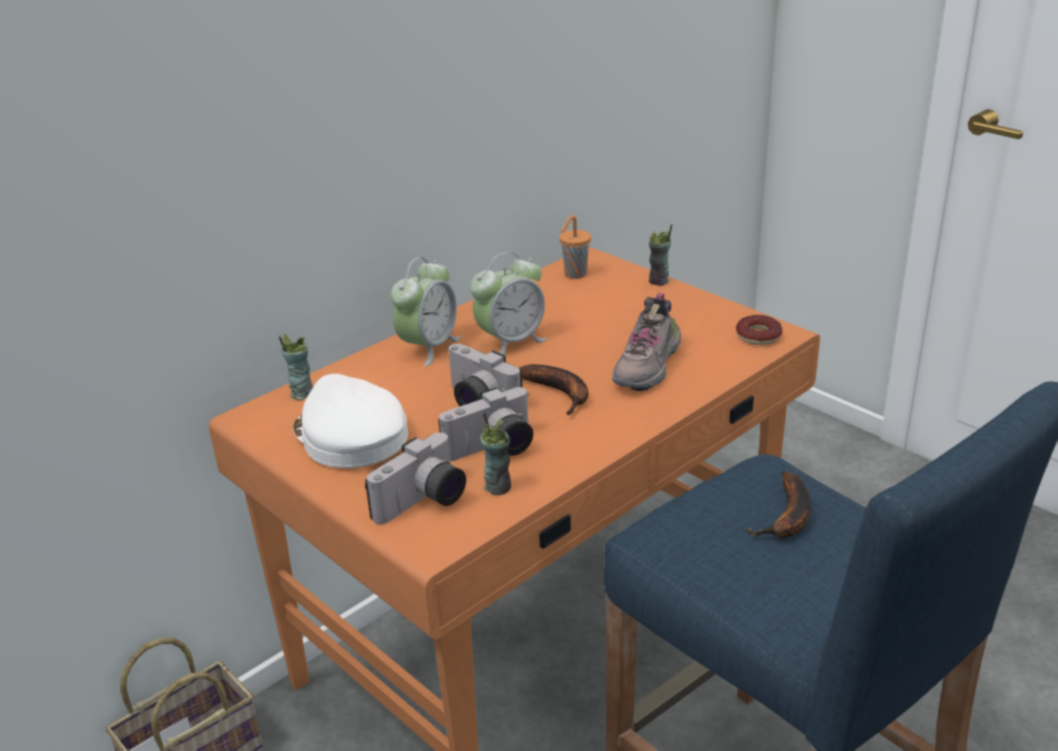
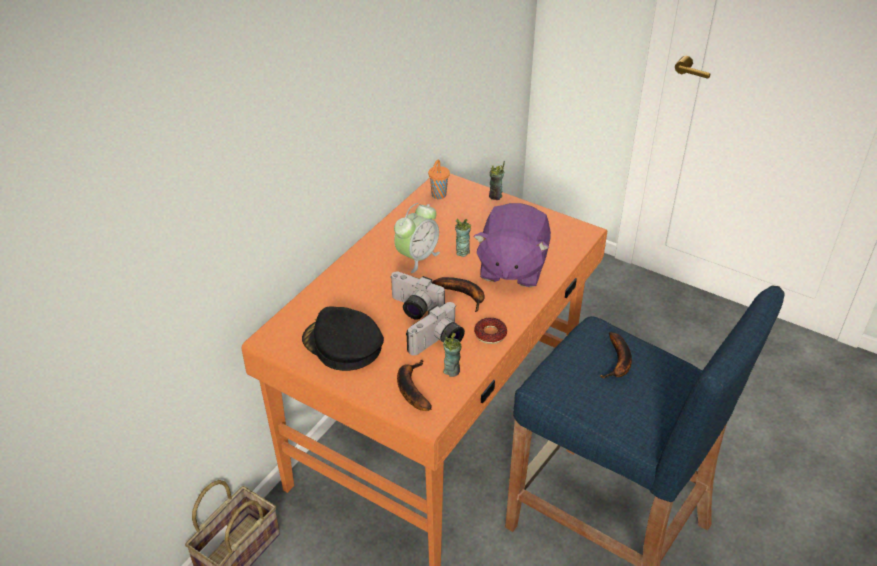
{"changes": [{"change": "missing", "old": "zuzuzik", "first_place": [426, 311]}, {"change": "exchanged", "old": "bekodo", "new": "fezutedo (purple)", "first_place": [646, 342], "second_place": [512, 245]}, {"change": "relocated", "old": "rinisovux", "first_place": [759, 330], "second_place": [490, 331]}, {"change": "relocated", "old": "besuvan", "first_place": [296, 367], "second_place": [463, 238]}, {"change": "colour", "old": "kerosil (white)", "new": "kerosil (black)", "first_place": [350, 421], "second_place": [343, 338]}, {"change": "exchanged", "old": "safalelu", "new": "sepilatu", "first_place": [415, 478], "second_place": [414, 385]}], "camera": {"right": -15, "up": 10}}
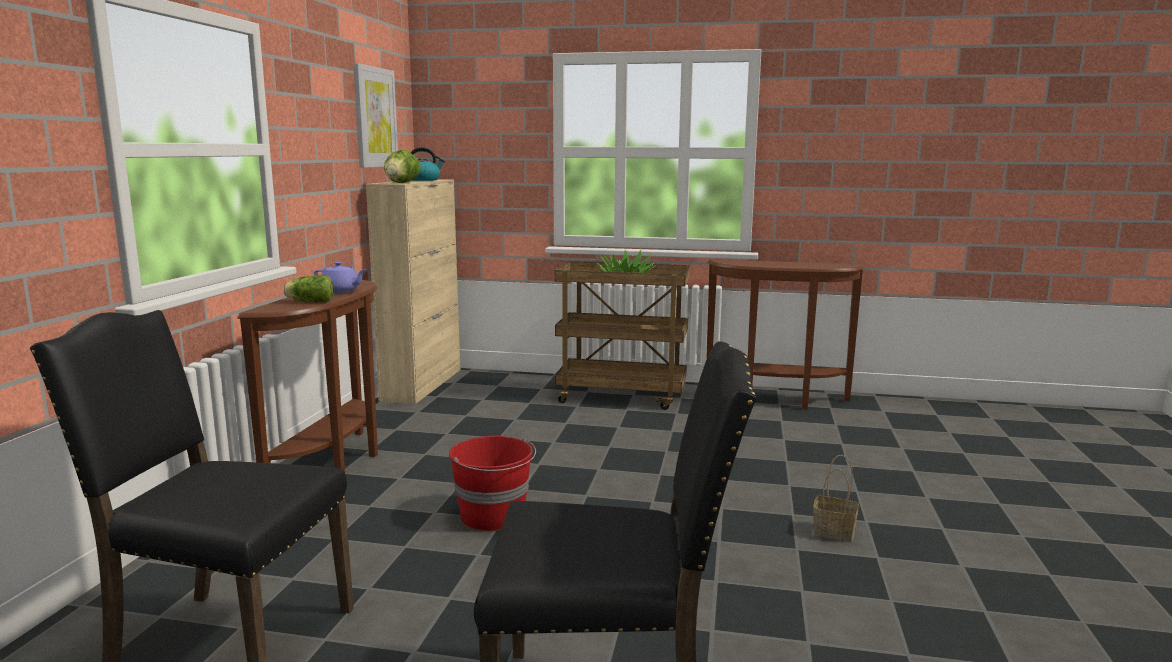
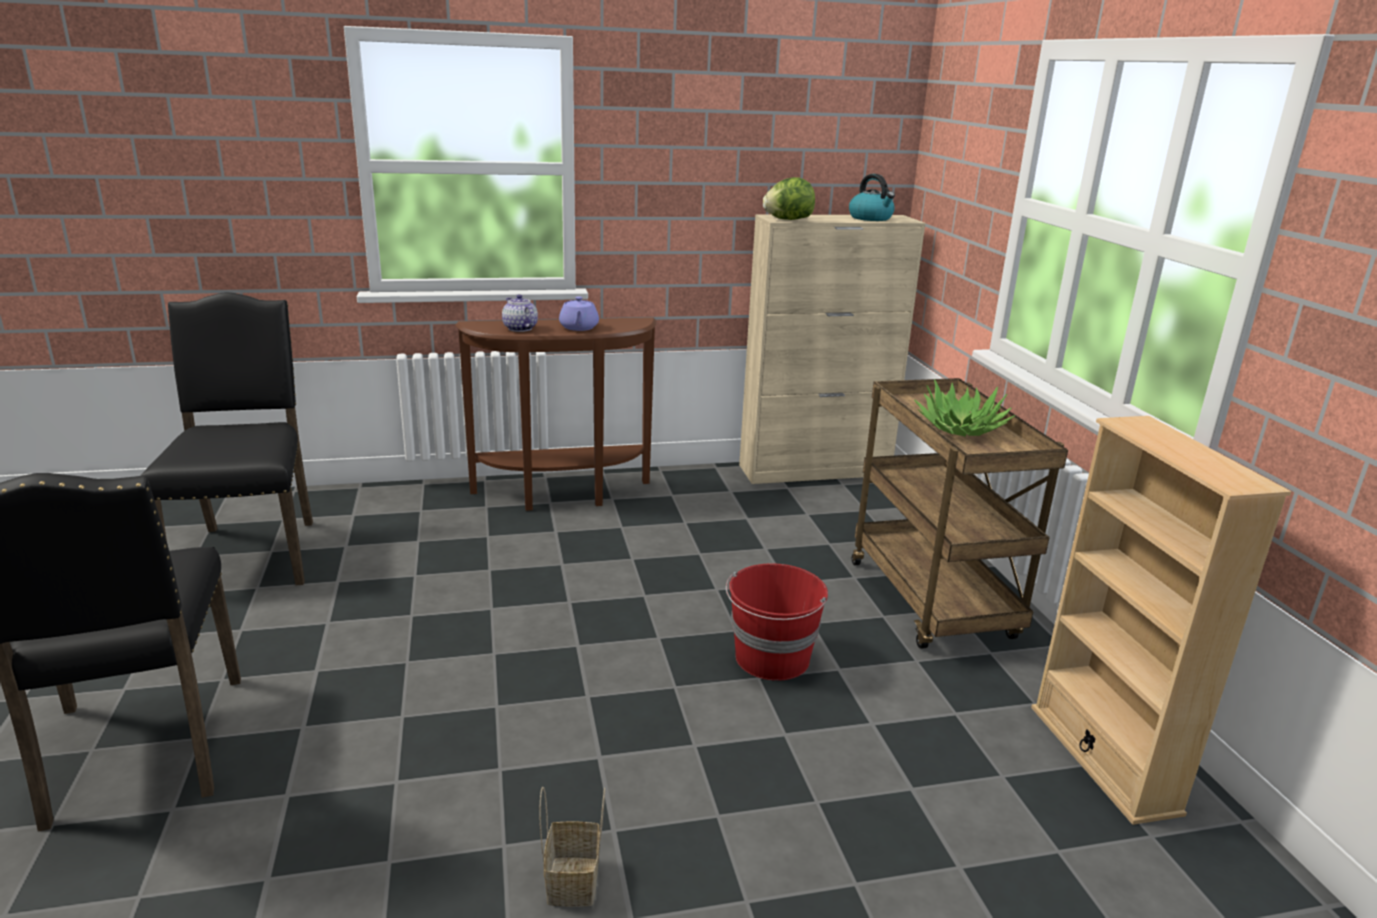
{"changes": [{"change": "missing", "old": "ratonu", "first_place": [375, 115]}, {"change": "exchanged", "old": "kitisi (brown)", "new": "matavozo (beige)", "first_place": [785, 334], "second_place": [1161, 620]}, {"change": "exchanged", "old": "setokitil", "new": "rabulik", "first_place": [308, 288], "second_place": [520, 313]}, {"change": "relocated", "old": "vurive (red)", "first_place": [492, 483], "second_place": [777, 622]}], "camera": {"right": 65, "up": 10}}
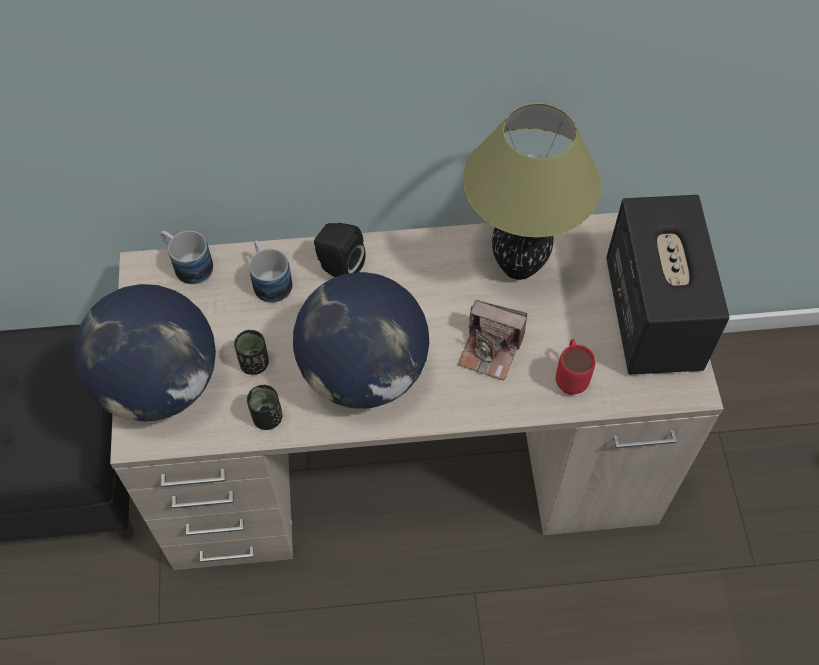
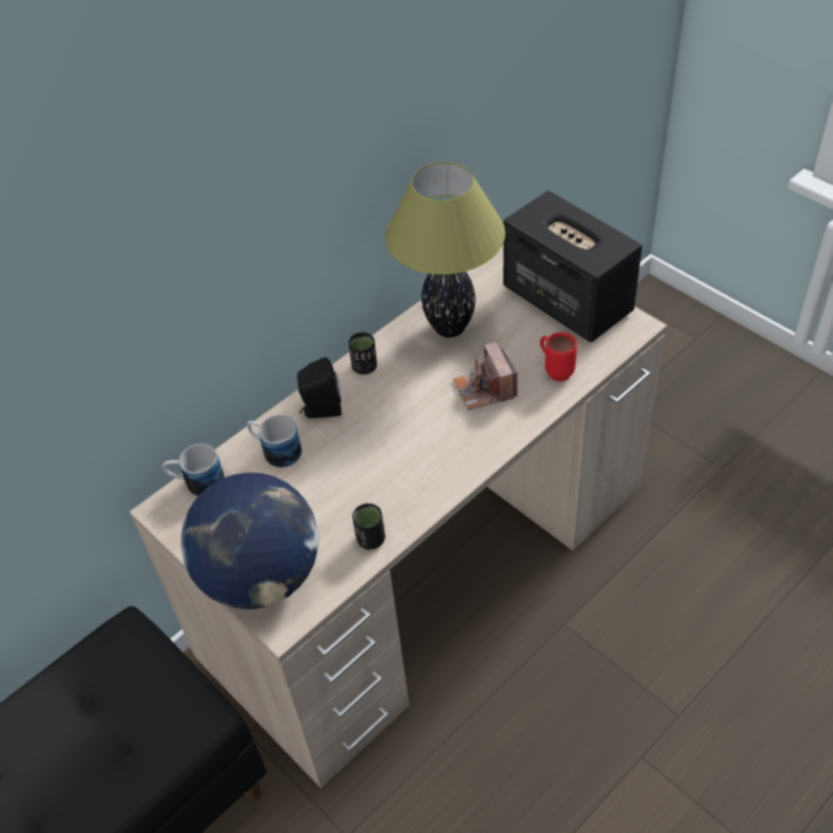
{"changes": [{"change": "missing", "old": "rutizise", "first_place": [361, 340]}, {"change": "spun", "old": "safalelu", "first_place": [492, 340], "second_place": [485, 375], "degrees": 90}, {"change": "relocated", "old": "besuvan (black)", "first_place": [251, 352], "second_place": [363, 353]}], "camera": {"right": -35, "up": -10}}
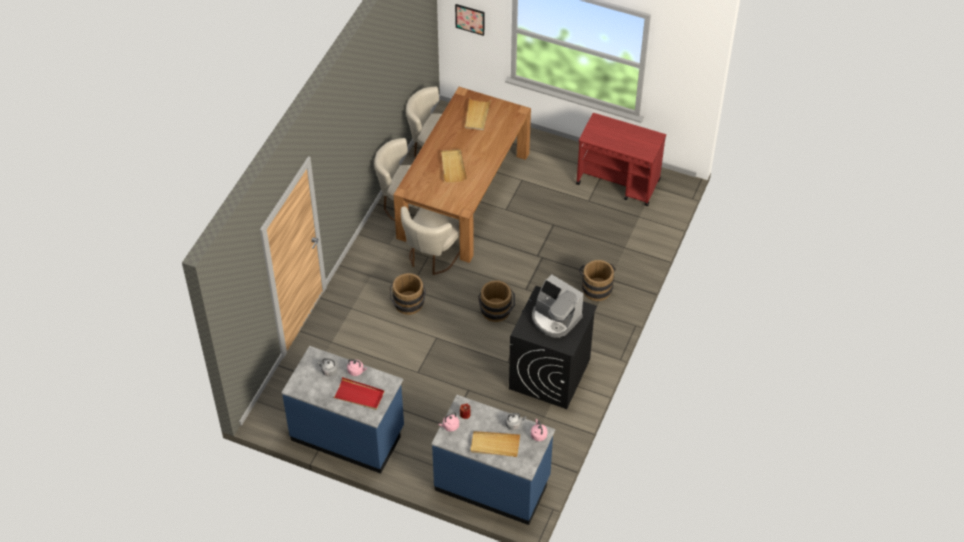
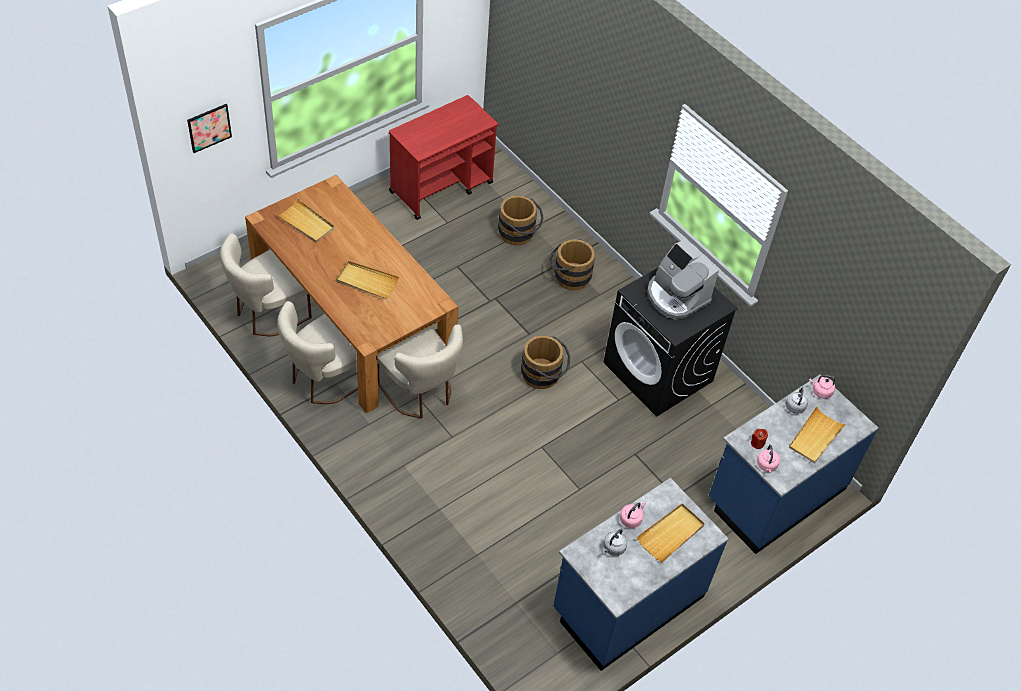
{"changes": [{"change": "relocated", "old": "vurive (brown)", "first_place": [407, 294], "second_place": [521, 220]}, {"change": "spun", "old": "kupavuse", "first_place": [557, 306], "second_place": [683, 279], "degrees": 75}, {"change": "colour", "old": "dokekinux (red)", "new": "dokekinux (beige)", "first_place": [359, 393], "second_place": [671, 533]}], "camera": {"right": -65, "up": 0}}
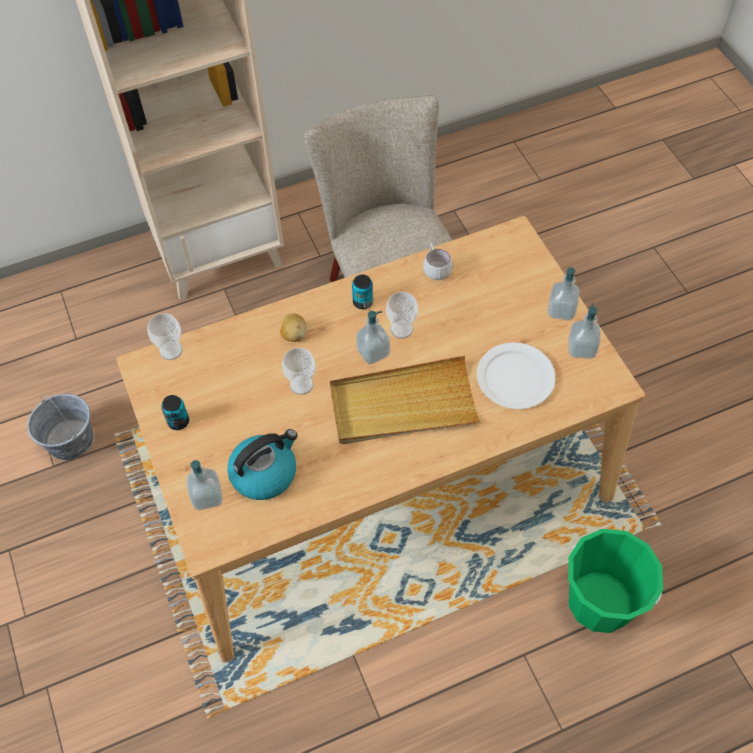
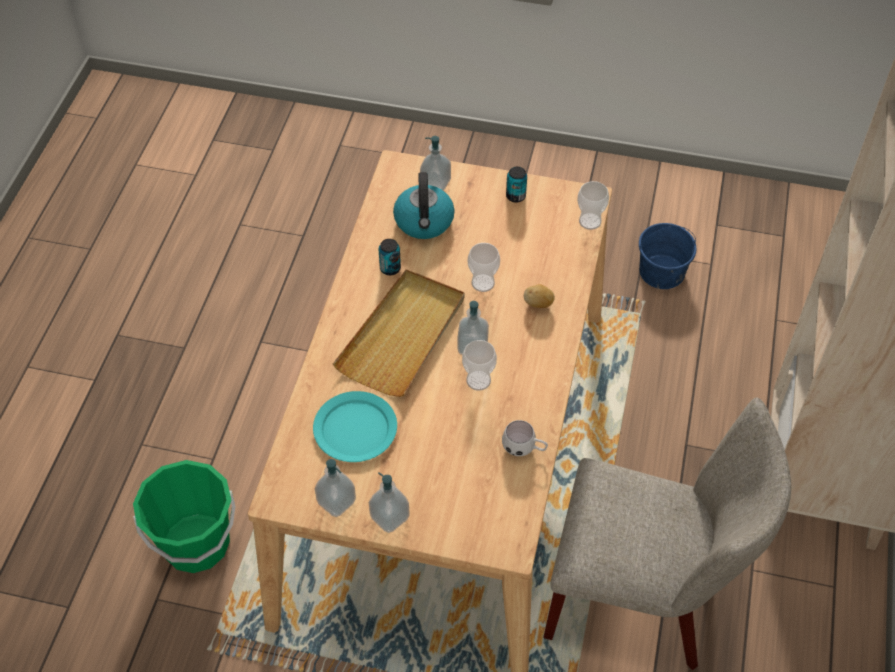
{"changes": [{"change": "relocated", "old": "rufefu", "first_place": [362, 291], "second_place": [390, 257]}, {"change": "colour", "old": "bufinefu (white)", "new": "bufinefu (turquoise)", "first_place": [516, 376], "second_place": [355, 426]}, {"change": "colour", "old": "vurive (grey)", "new": "vurive (blue)", "first_place": [60, 427], "second_place": [667, 256]}], "camera": {"right": 125, "up": -5}}
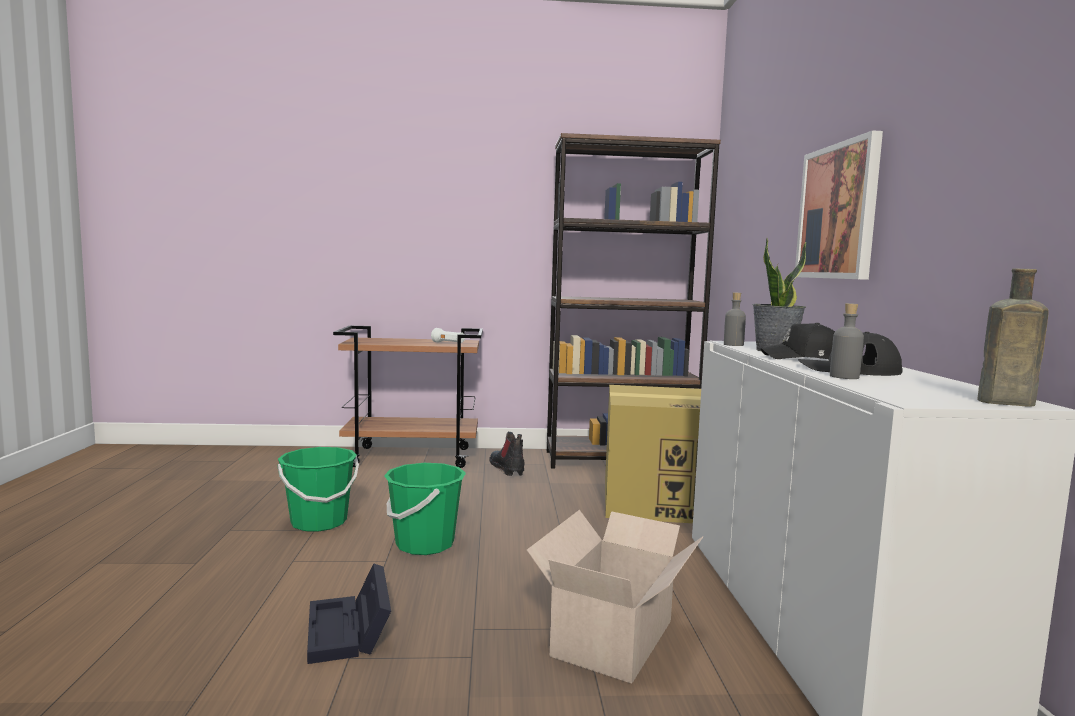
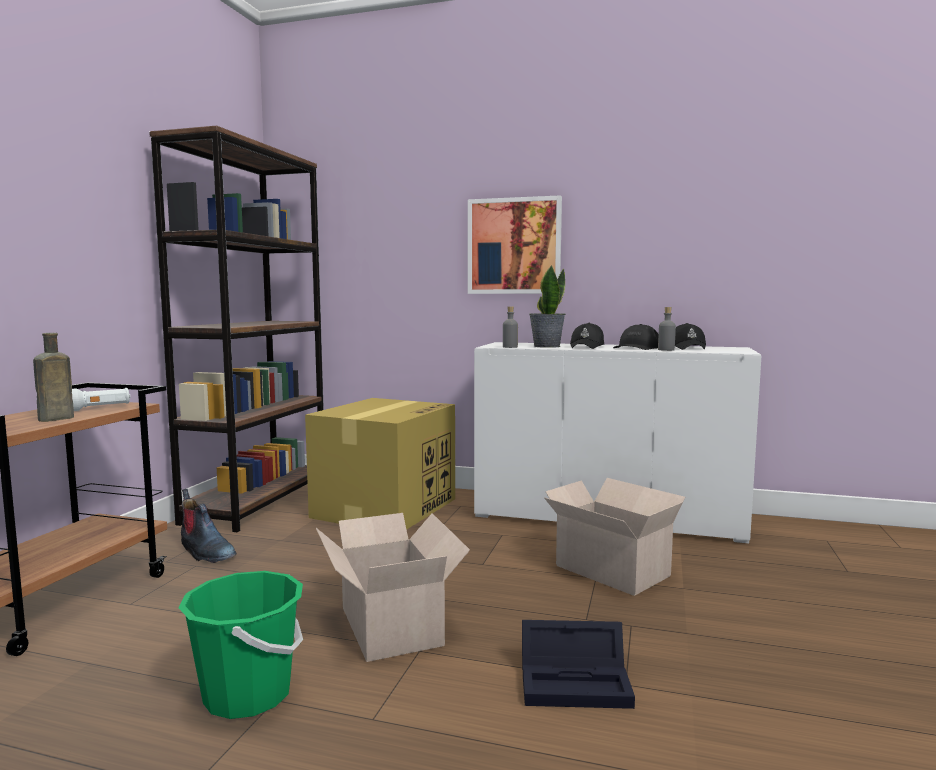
{"changes": [{"change": "relocated", "old": "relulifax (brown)", "first_place": [1013, 338], "second_place": [53, 377]}, {"change": "spun", "old": "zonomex", "first_place": [507, 454], "second_place": [208, 526], "degrees": -135}, {"change": "exchanged", "old": "vurive (green)", "new": "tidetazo", "first_place": [425, 509], "second_place": [393, 587]}, {"change": "appeared", "new": "kerosil (black)", "second_place": [690, 336]}], "camera": {"right": -70, "up": 0}}
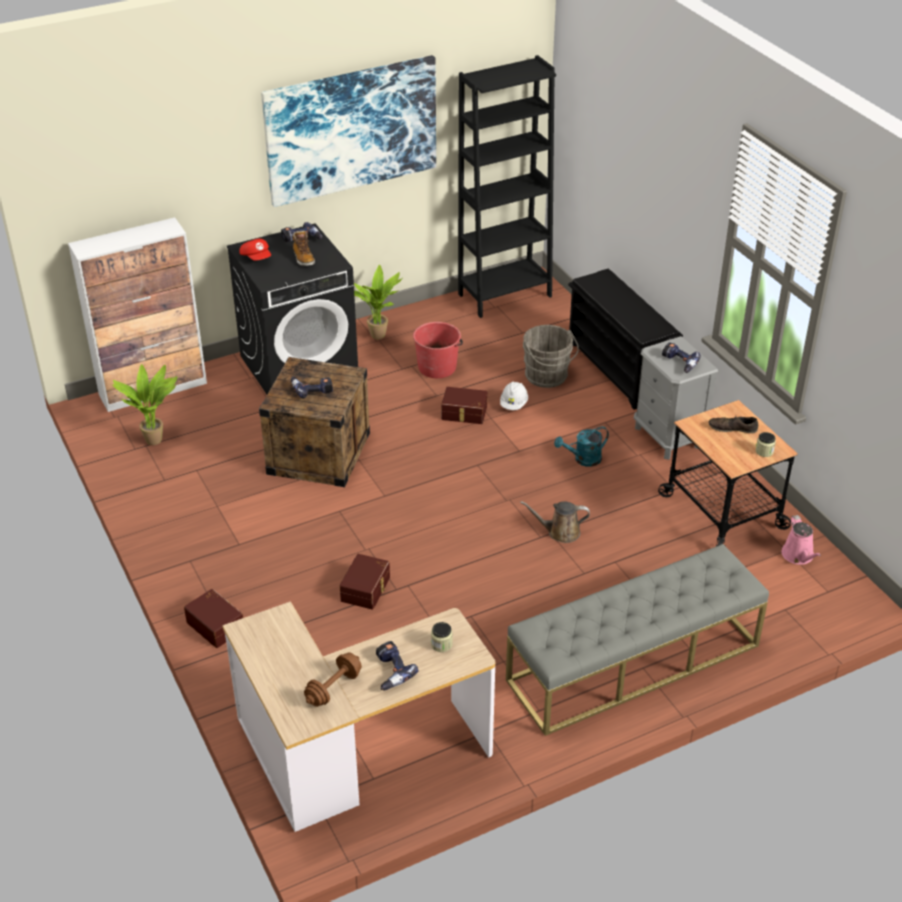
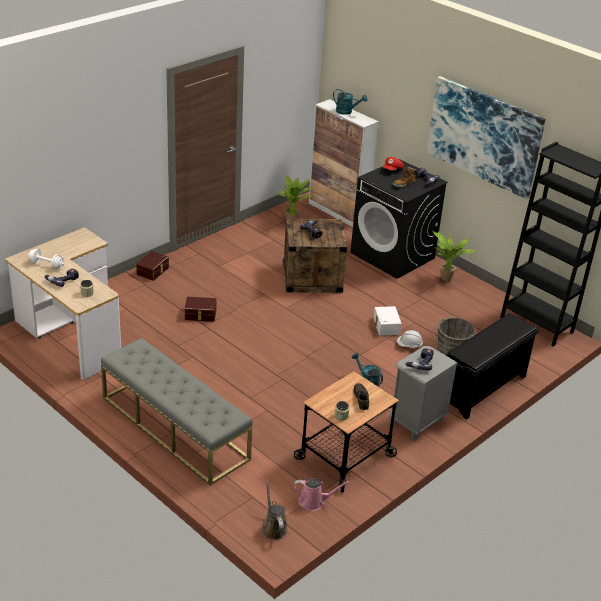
{"changes": [{"change": "missing", "old": "vurive (red)", "first_place": [438, 350]}, {"change": "colour", "old": "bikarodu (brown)", "new": "bikarodu (white)", "first_place": [464, 405], "second_place": [387, 321]}, {"change": "relocated", "old": "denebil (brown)", "first_place": [555, 522], "second_place": [275, 510]}, {"change": "spun", "old": "denebil (pink)", "first_place": [801, 540], "second_place": [321, 494], "degrees": -150}, {"change": "colour", "old": "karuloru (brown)", "new": "karuloru (white)", "first_place": [333, 679], "second_place": [46, 259]}, {"change": "appeared", "new": "denebil (turquoise)", "second_place": [350, 102]}], "camera": {"right": 70, "up": -5}}
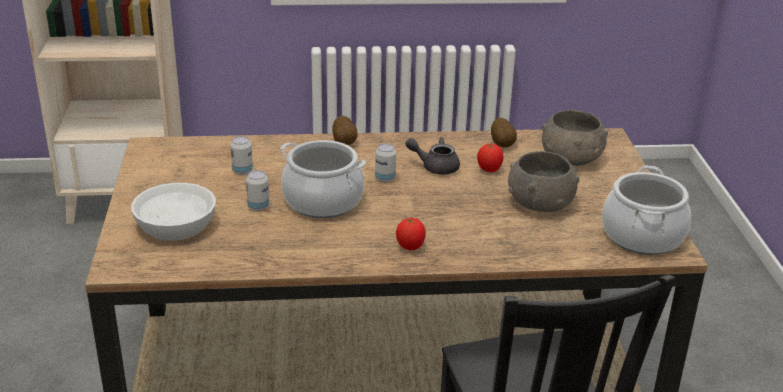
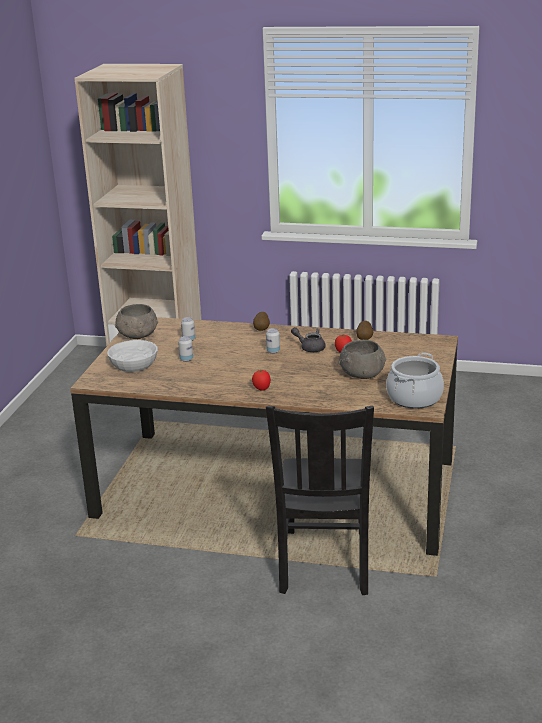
{"changes": [{"change": "relocated", "old": "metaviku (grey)", "first_place": [575, 138], "second_place": [136, 321]}, {"change": "missing", "old": "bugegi", "first_place": [323, 179]}], "camera": {"right": 20, "up": -5}}
